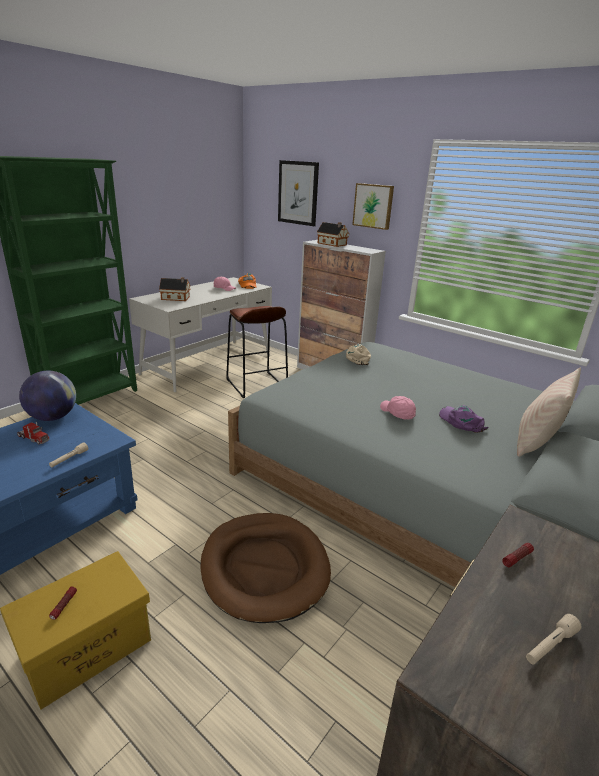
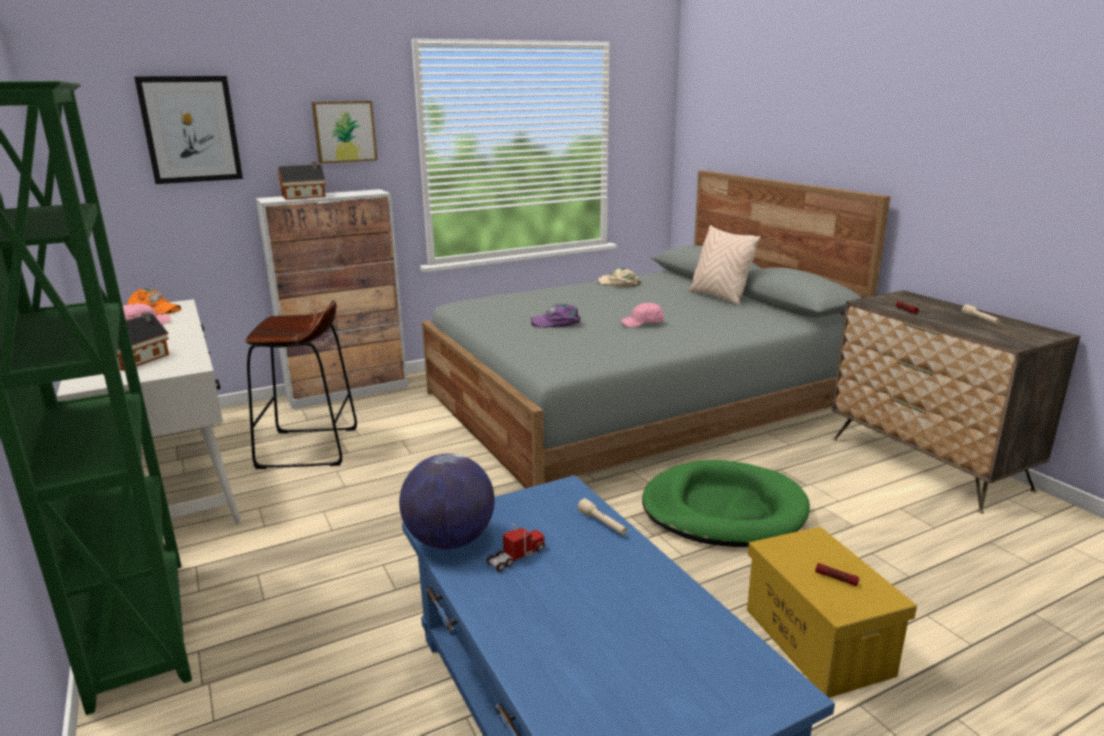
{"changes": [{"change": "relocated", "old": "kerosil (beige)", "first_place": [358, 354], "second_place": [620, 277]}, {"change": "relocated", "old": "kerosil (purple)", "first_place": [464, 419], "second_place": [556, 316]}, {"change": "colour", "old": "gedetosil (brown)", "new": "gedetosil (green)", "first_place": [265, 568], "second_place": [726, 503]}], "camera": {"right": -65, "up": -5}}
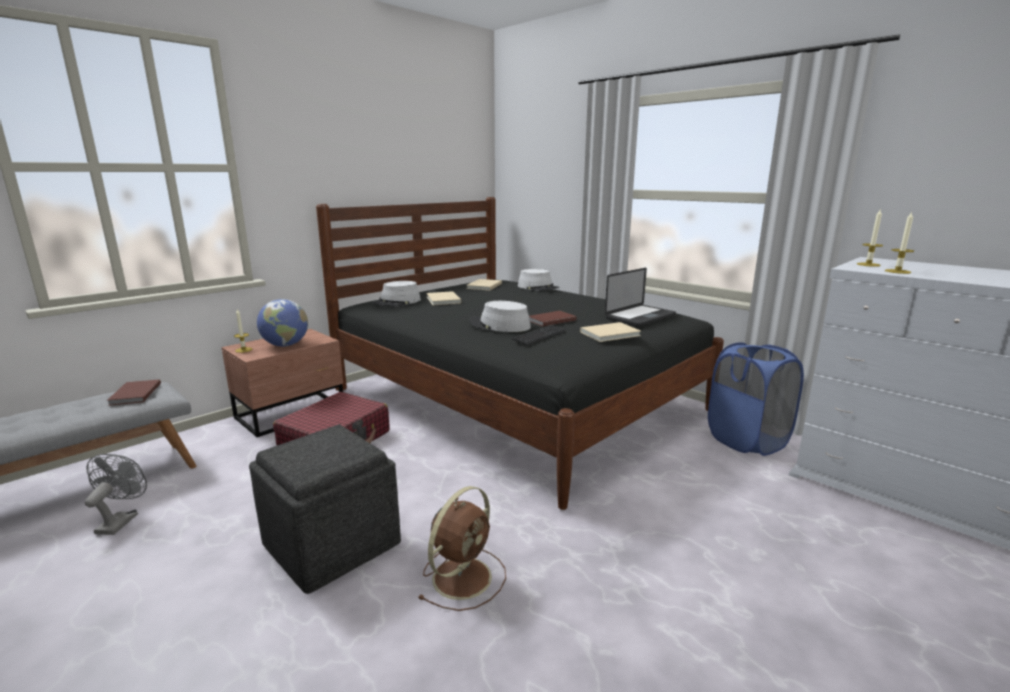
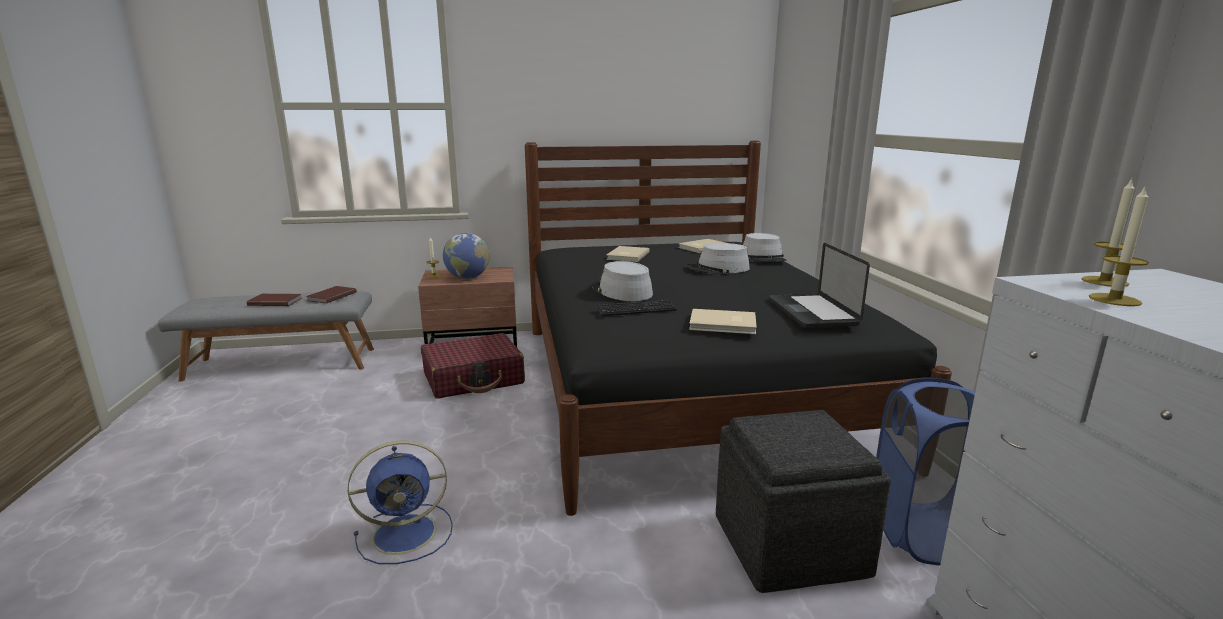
{"changes": [{"change": "spun", "old": "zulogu", "first_place": [640, 297], "second_place": [819, 285], "degrees": 90}, {"change": "relocated", "old": "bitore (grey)", "first_place": [397, 294], "second_place": [718, 259]}, {"change": "relocated", "old": "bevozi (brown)", "first_place": [553, 319], "second_place": [274, 300]}, {"change": "relocated", "old": "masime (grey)", "first_place": [325, 509], "second_place": [803, 501]}, {"change": "missing", "old": "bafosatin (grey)", "first_place": [116, 494]}, {"change": "colour", "old": "bafosatin (brown)", "new": "bafosatin (blue)", "first_place": [462, 548], "second_place": [400, 502]}], "camera": {"right": 35, "up": 0}}
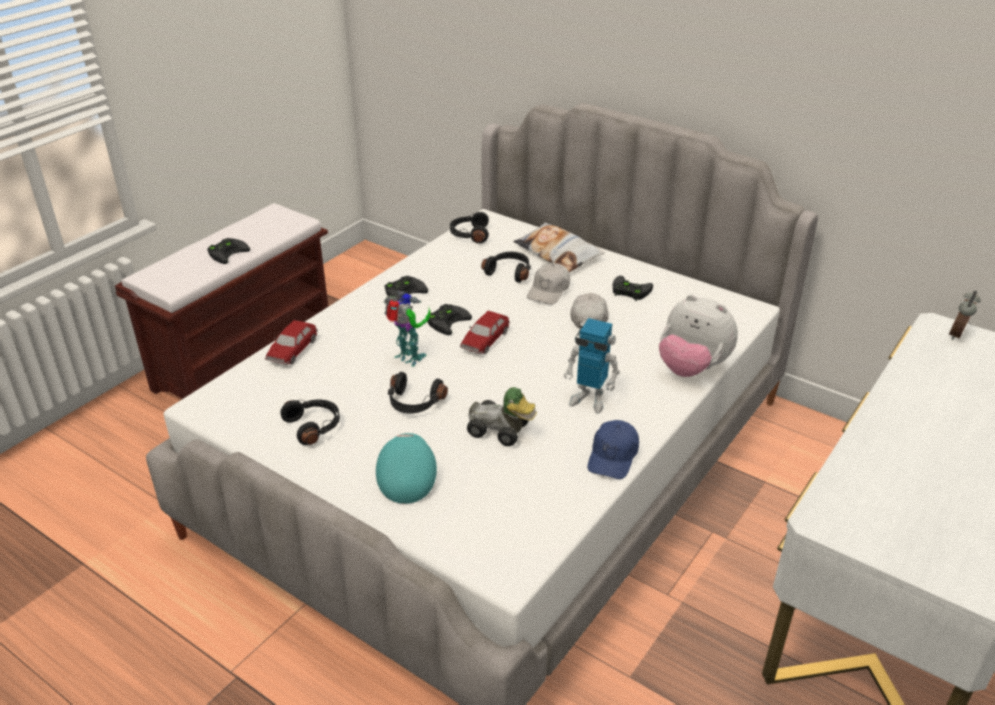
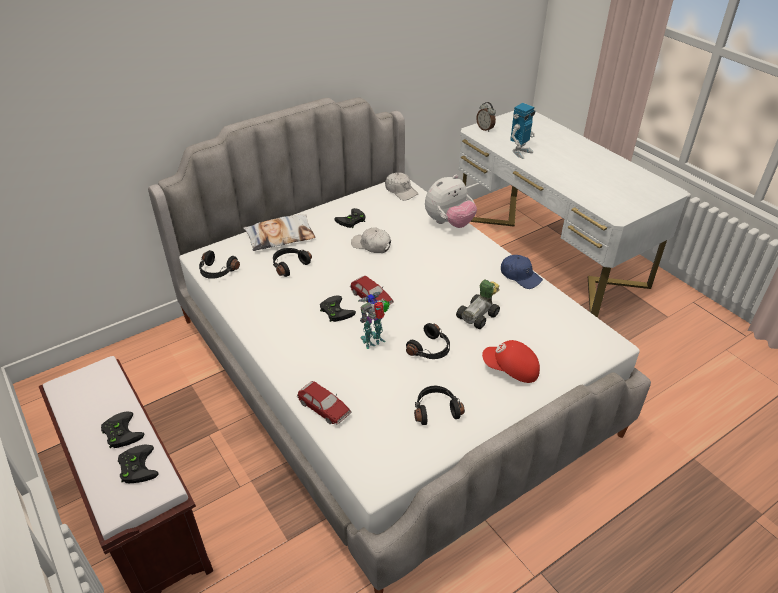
{"changes": [{"change": "relocated", "old": "kerosil (white)", "first_place": [548, 284], "second_place": [401, 186]}, {"change": "relocated", "old": "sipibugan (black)", "first_place": [406, 289], "second_place": [138, 464]}, {"change": "relocated", "old": "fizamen", "first_place": [592, 366], "second_place": [523, 131]}, {"change": "colour", "old": "kerosil (turquoise)", "new": "kerosil (red)", "first_place": [406, 468], "second_place": [511, 361]}], "camera": {"right": -70, "up": 5}}
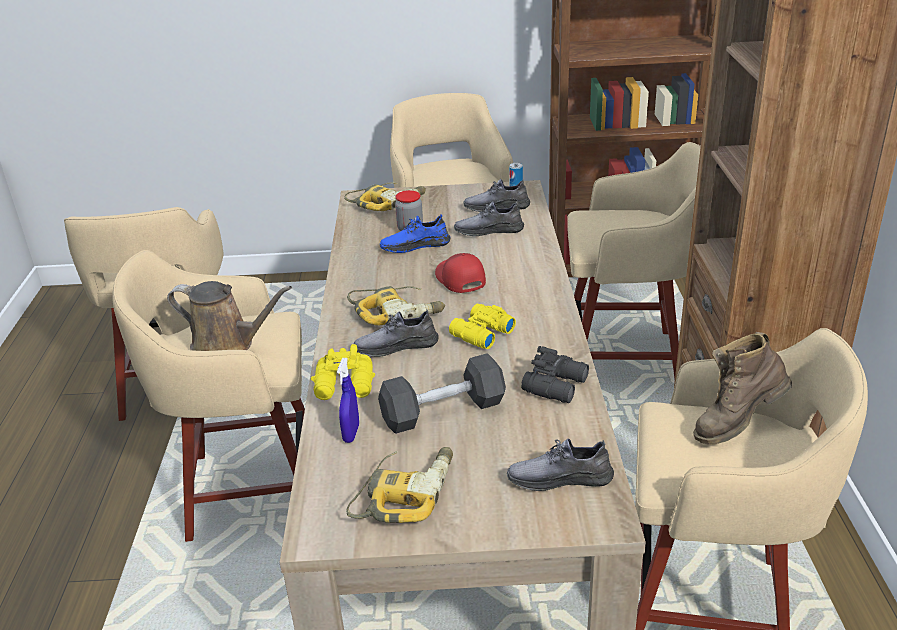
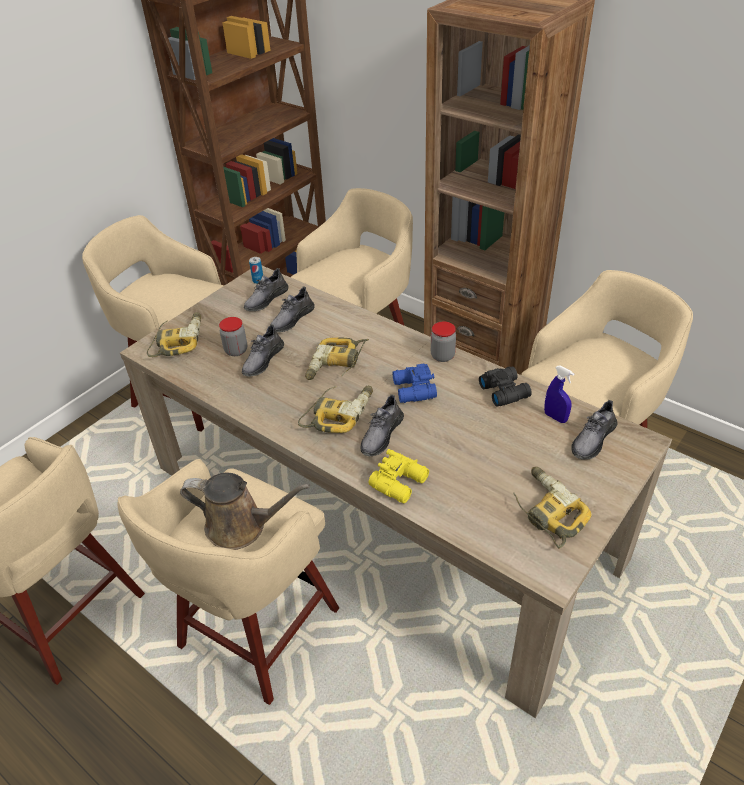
{"changes": [{"change": "colour", "old": "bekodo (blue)", "new": "bekodo (grey)", "first_place": [415, 233], "second_place": [263, 350]}, {"change": "exchanged", "old": "kerosil (red)", "new": "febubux", "first_place": [460, 273], "second_place": [337, 358]}, {"change": "spun", "old": "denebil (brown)", "first_place": [229, 316], "second_place": [245, 511], "degrees": 45}, {"change": "colour", "old": "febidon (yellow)", "new": "febidon (blue)", "first_place": [482, 326], "second_place": [415, 383]}, {"change": "missing", "old": "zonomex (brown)", "first_place": [742, 388]}, {"change": "missing", "old": "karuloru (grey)", "first_place": [442, 393]}, {"change": "relocated", "old": "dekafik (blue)", "first_place": [348, 400], "second_place": [559, 394]}, {"change": "appeared", "new": "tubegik", "second_place": [443, 341]}], "camera": {"right": -50, "up": 10}}
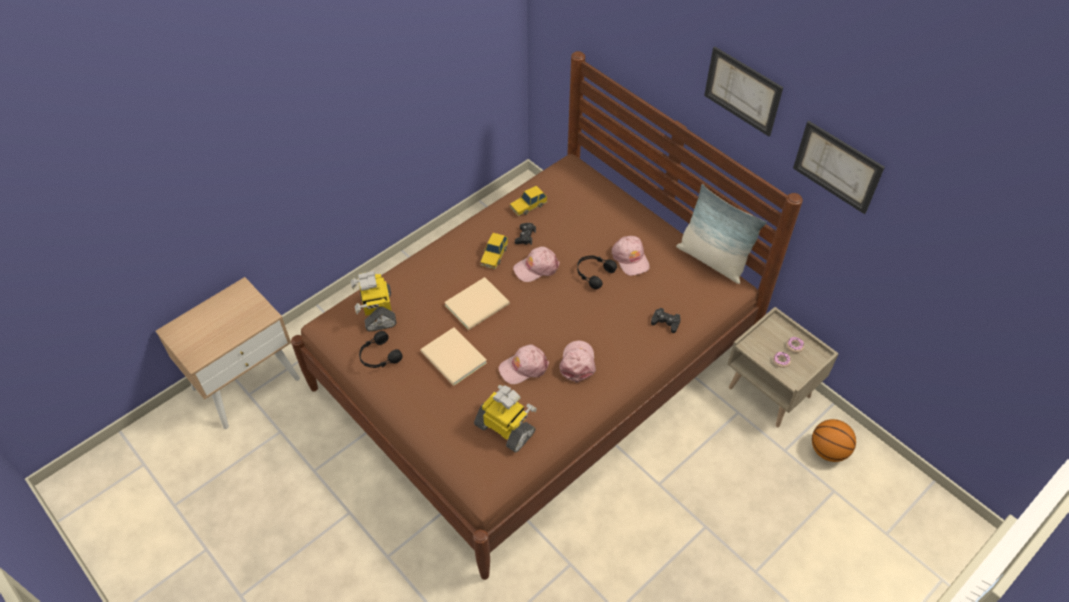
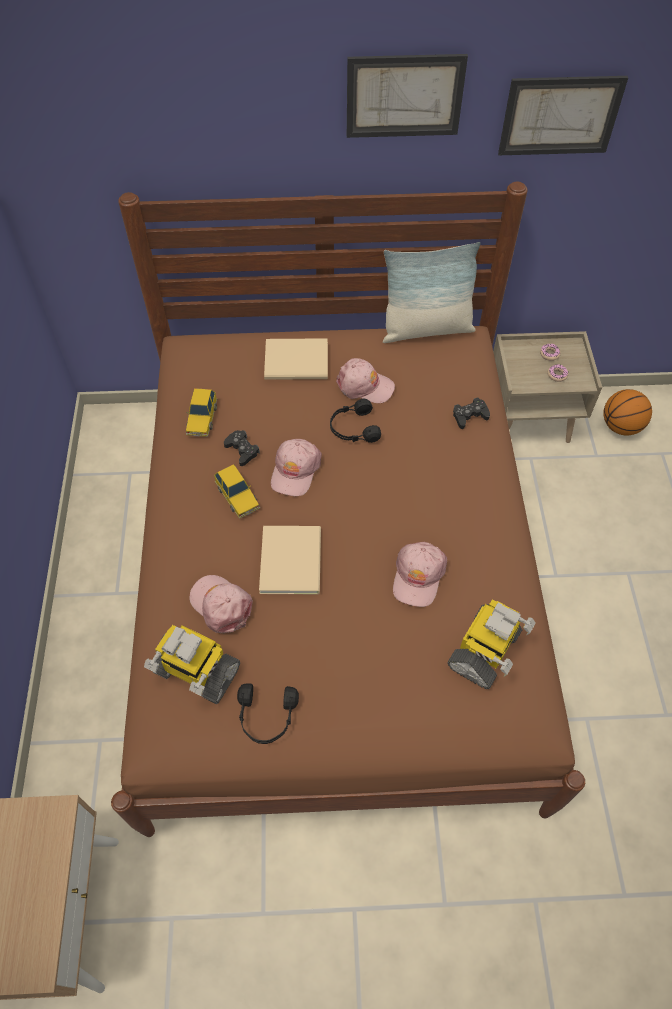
{"changes": [{"change": "relocated", "old": "bevozi (beige)", "first_place": [454, 356], "second_place": [296, 359]}, {"change": "relocated", "old": "kerosil (pink)", "first_place": [577, 361], "second_place": [221, 604]}, {"change": "spun", "old": "fizamen", "first_place": [505, 419], "second_place": [491, 644], "degrees": 135}], "camera": {"right": -50, "up": 5}}
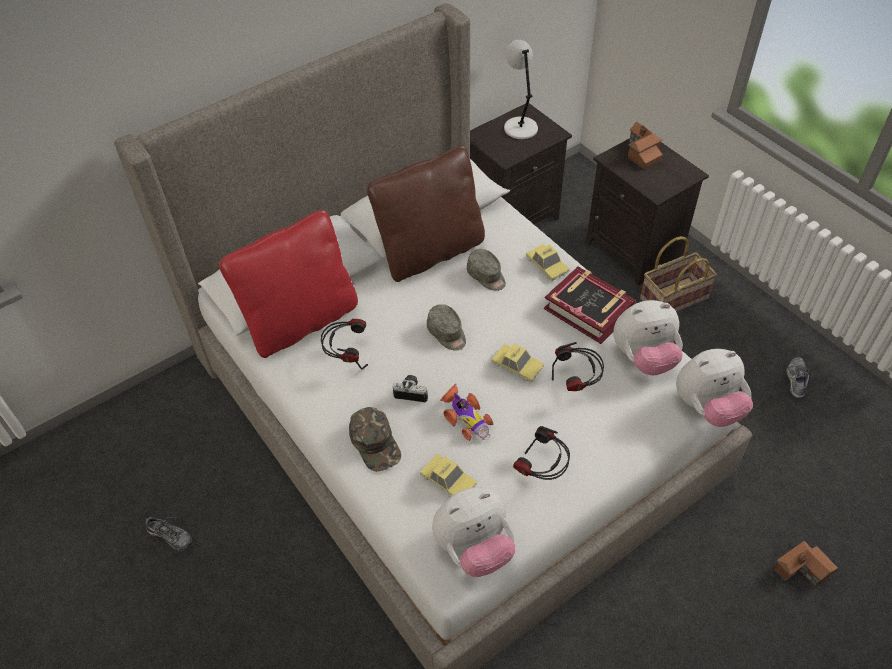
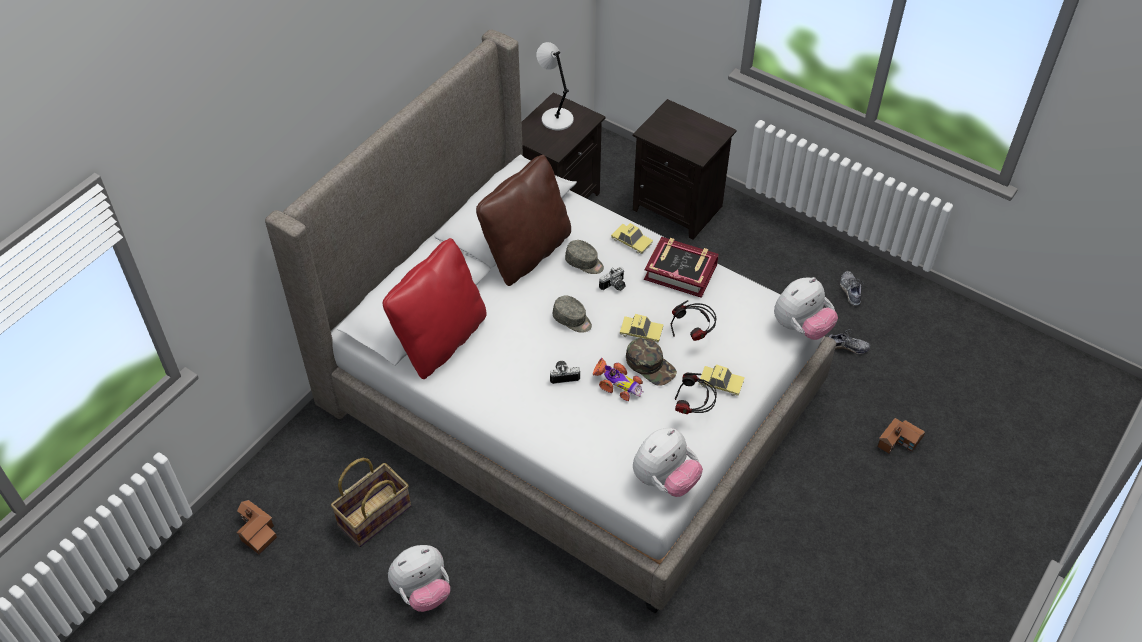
{"changes": [{"change": "relocated", "old": "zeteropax", "first_place": [645, 145], "second_place": [256, 527]}, {"change": "relocated", "old": "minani", "first_place": [678, 274], "second_place": [371, 502]}, {"change": "relocated", "old": "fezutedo", "first_place": [648, 337], "second_place": [419, 578]}, {"change": "missing", "old": "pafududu", "first_place": [344, 344]}, {"change": "relocated", "old": "kerosil (green)", "first_place": [375, 439], "second_place": [651, 362]}, {"change": "relocated", "old": "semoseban", "first_place": [448, 475], "second_place": [722, 380]}, {"change": "relocated", "old": "bekodo", "first_place": [169, 534], "second_place": [849, 341]}, {"change": "appeared", "new": "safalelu", "second_place": [612, 279]}], "camera": {"right": -20, "up": 0}}
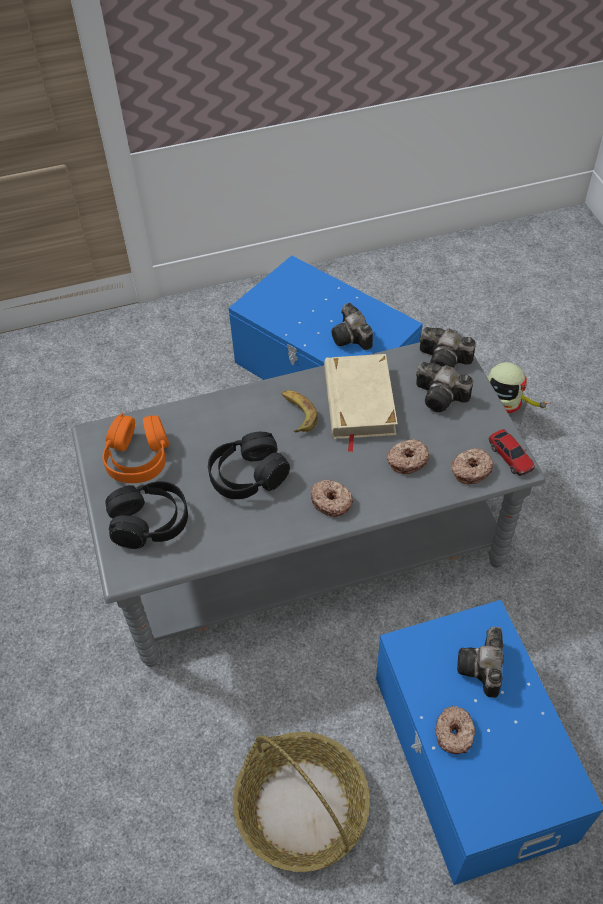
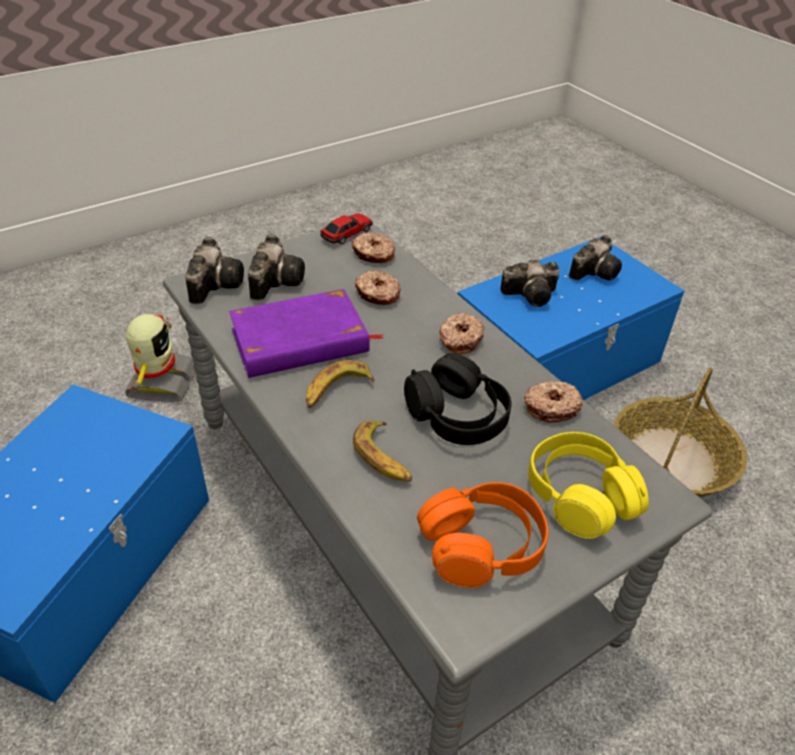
{"changes": [{"change": "relocated", "old": "safalelu", "first_place": [352, 326], "second_place": [595, 257]}, {"change": "colour", "old": "bevozi (beige)", "new": "bevozi (purple)", "first_place": [361, 403], "second_place": [306, 333]}, {"change": "colour", "old": "pafududu (black)", "new": "pafududu (yellow)", "first_place": [146, 515], "second_place": [588, 485]}, {"change": "relocated", "old": "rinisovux", "first_place": [455, 730], "second_place": [553, 402]}, {"change": "appeared", "new": "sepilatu", "second_place": [382, 451]}], "camera": {"right": -110, "up": -10}}
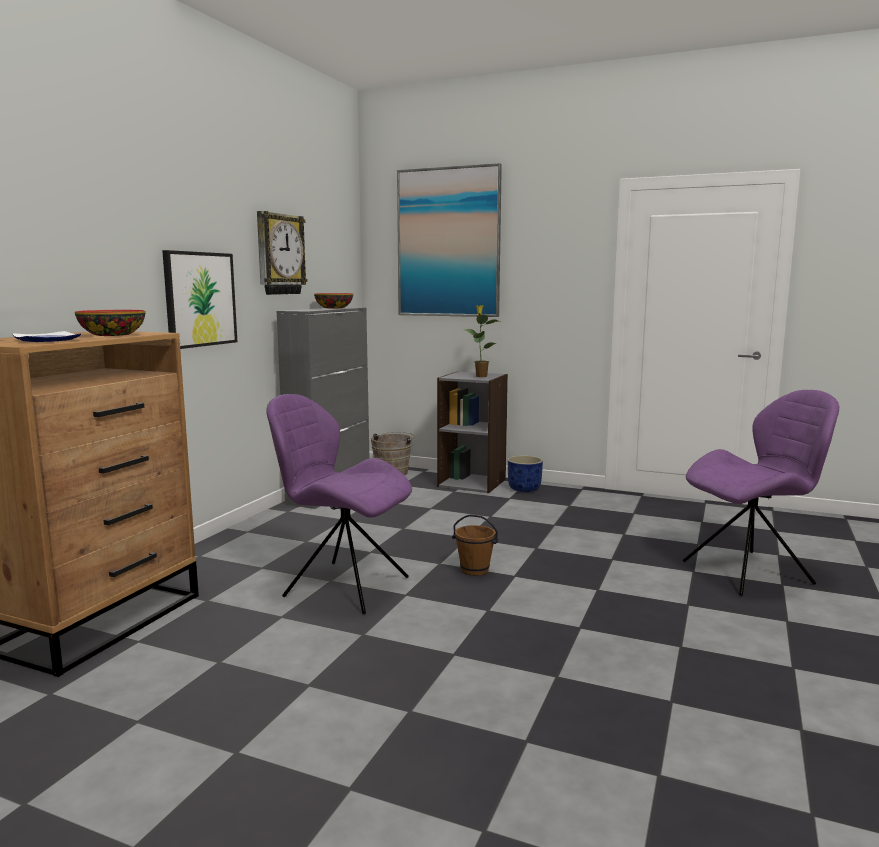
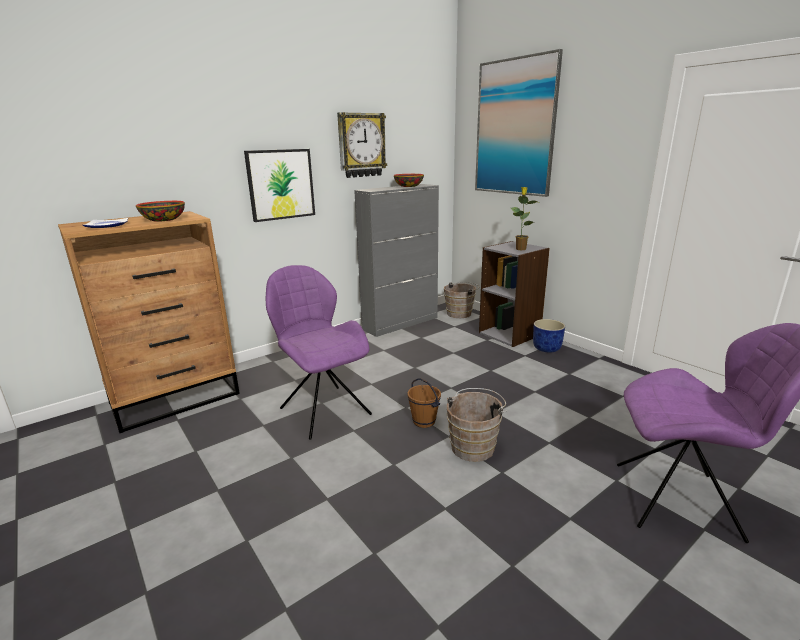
{"changes": [{"change": "appeared", "new": "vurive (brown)", "second_place": [477, 425]}], "camera": {"right": 30, "up": 10}}
